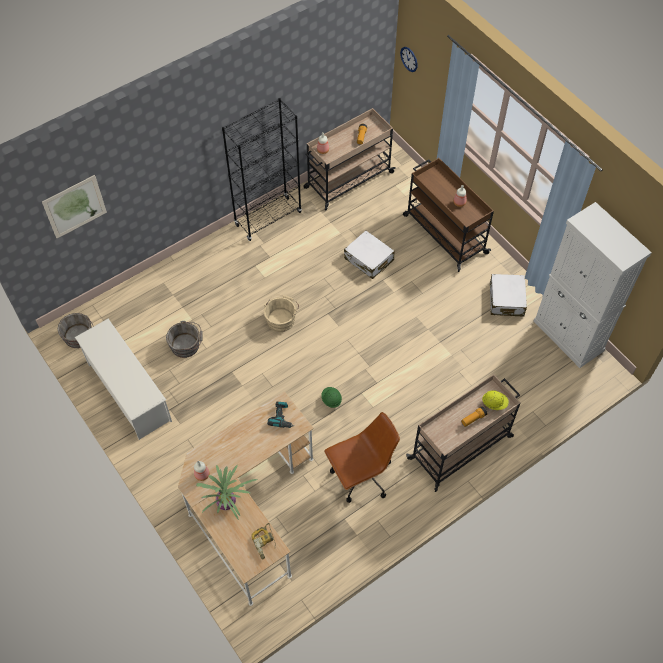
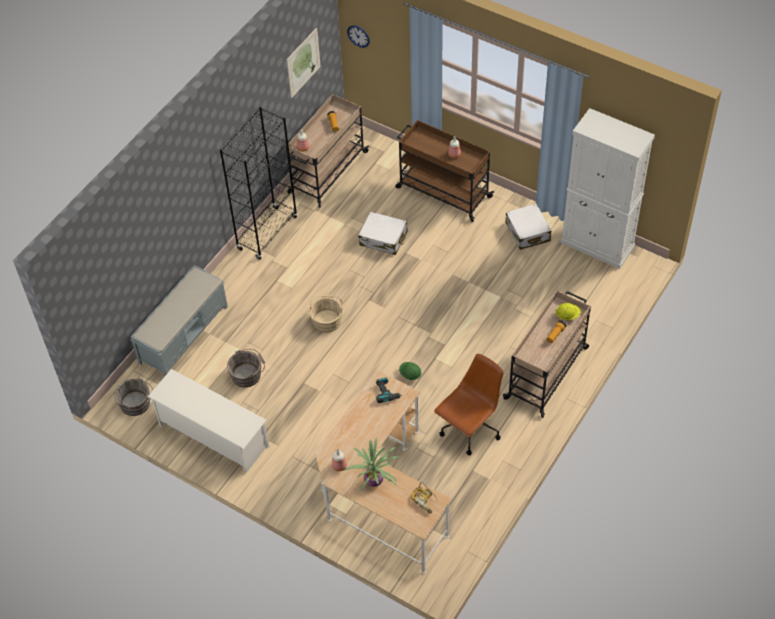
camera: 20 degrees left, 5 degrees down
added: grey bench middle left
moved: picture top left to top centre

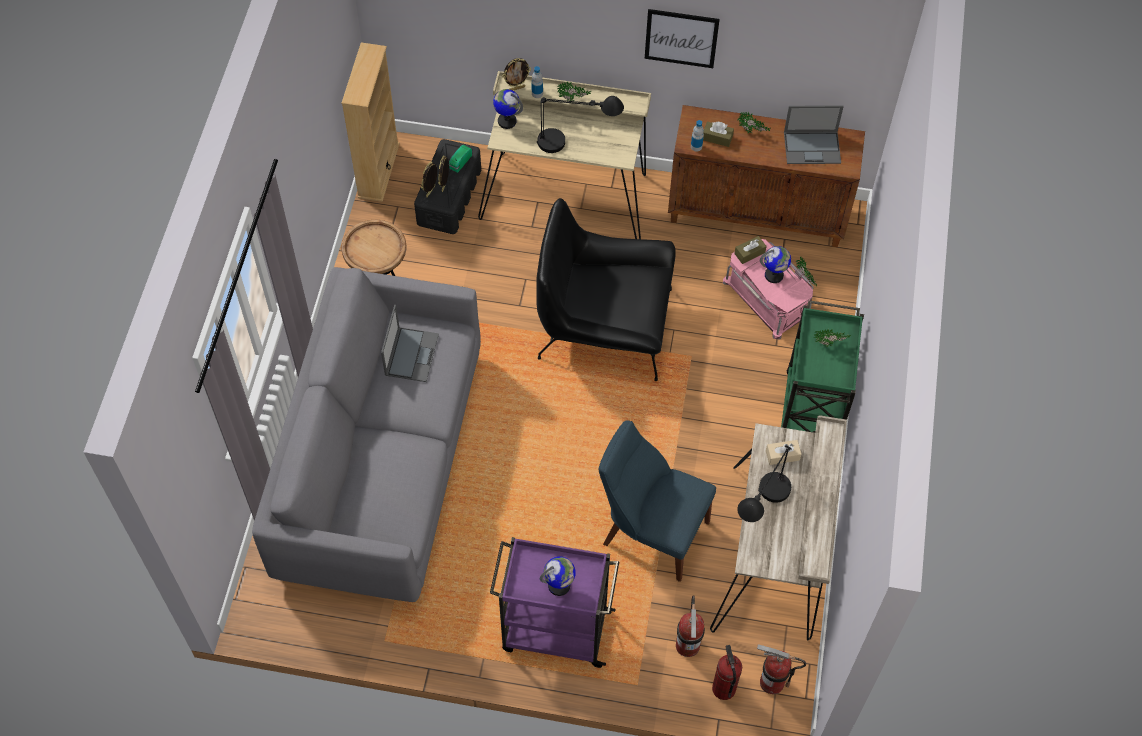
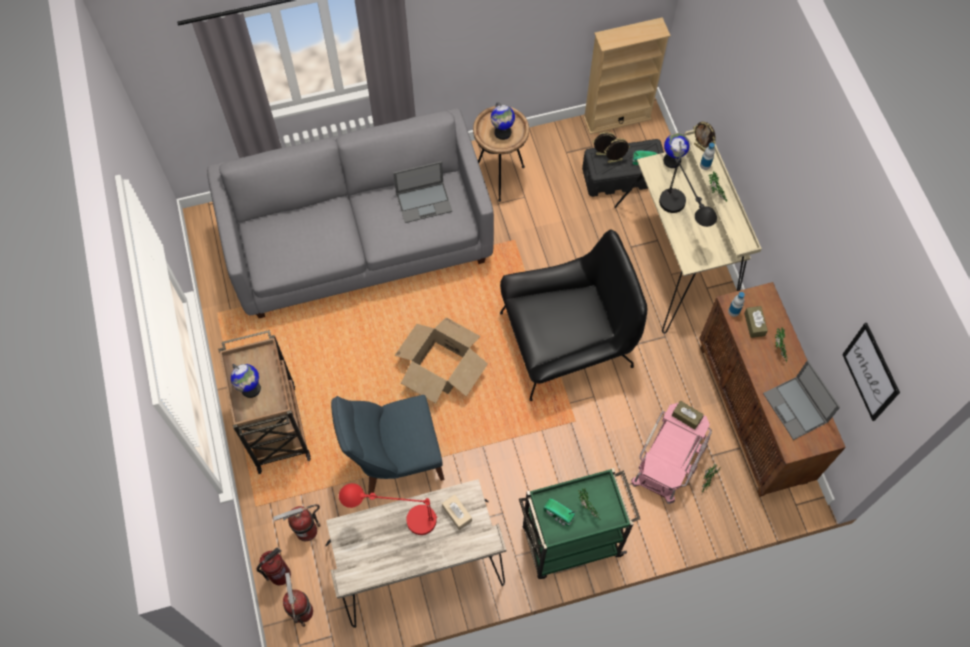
camera: 65 degrees right, 5 degrees up
added: cardboard box centre; radio (1st from left) bottom centre
moved: picture top centre to middle right; globe (3rd from left in the first image) middle right to globe (2nd from left) top centre
recoloured: purple cart bottom centre to brown cart middle left; black table lamp (2nd from left) middle right to red table lamp bottom centre
turned: black armchair centre = centre 90 degrees clockwise; blue chair bottom centre = bottom centre 105 degrees counterclockwise

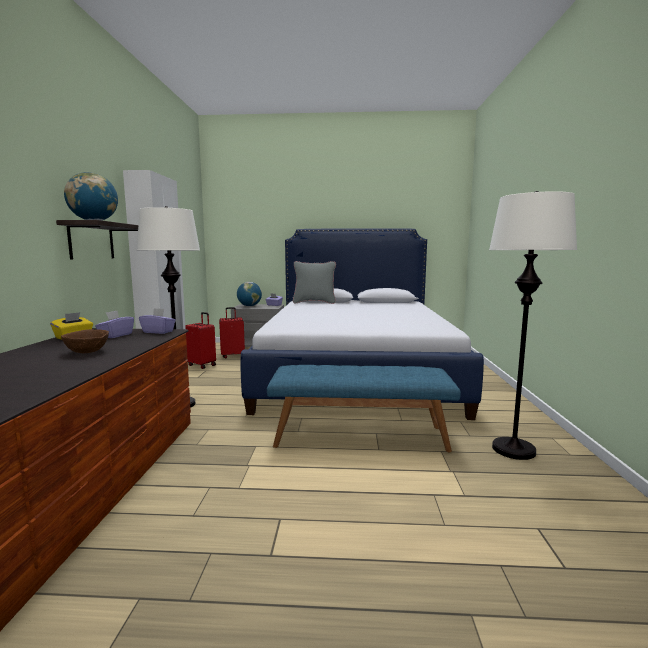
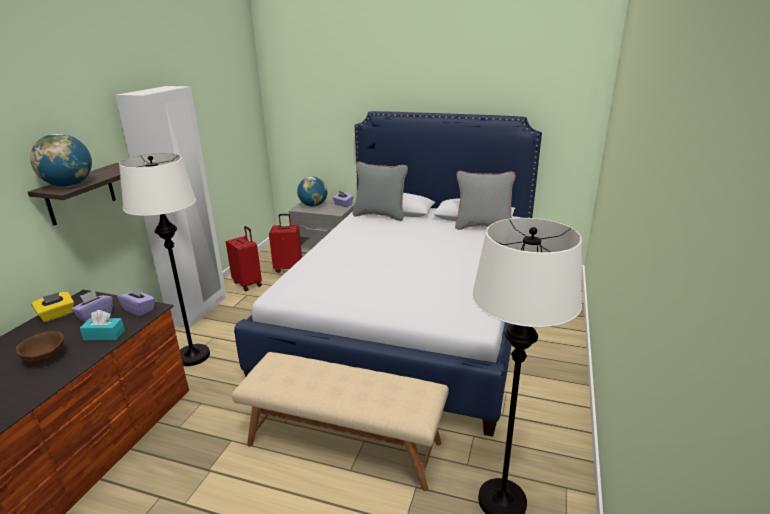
camera: 15 degrees right, 15 degrees up
added: turquoise tissue box middle left; grey pillow (2nd from left) centre
recoloured: blue bench centre to beige bench bottom centre

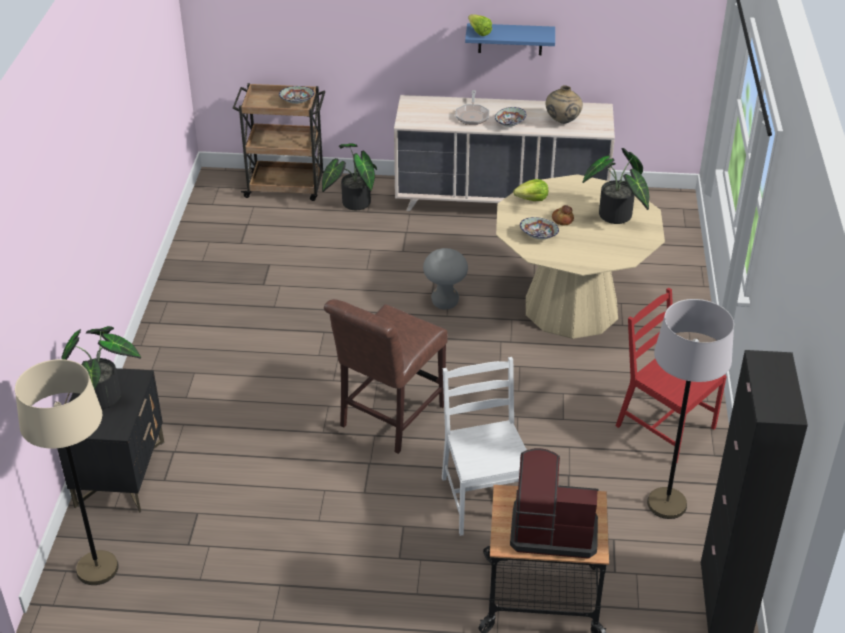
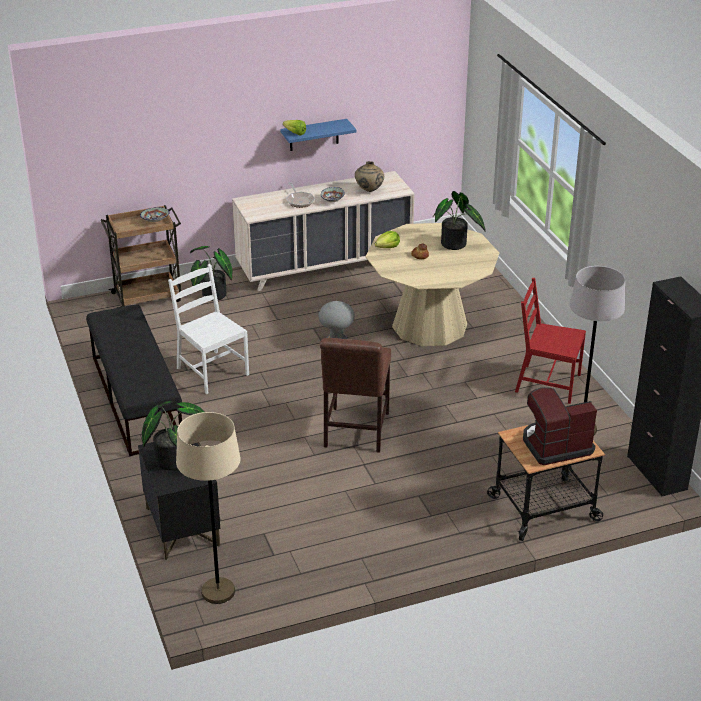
camera: 25 degrees left, 5 degrees down
removed: bowl (3rd from left) centre
added: black bench middle left
moved: white chair bottom centre to middle left

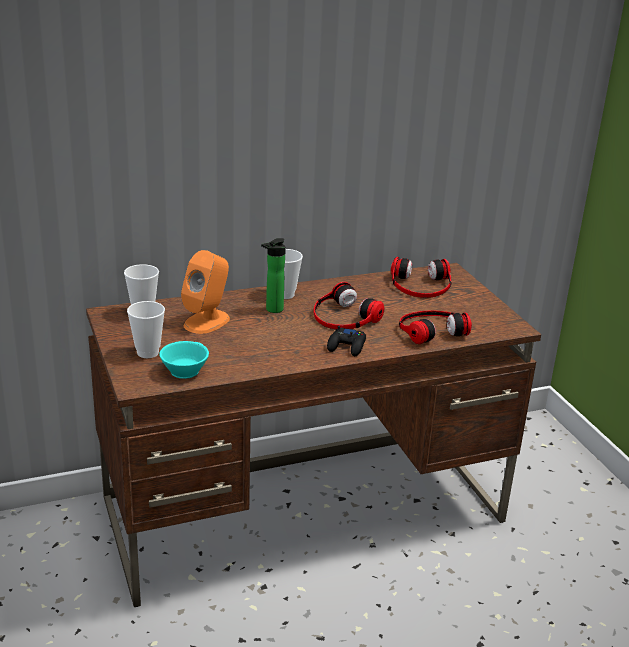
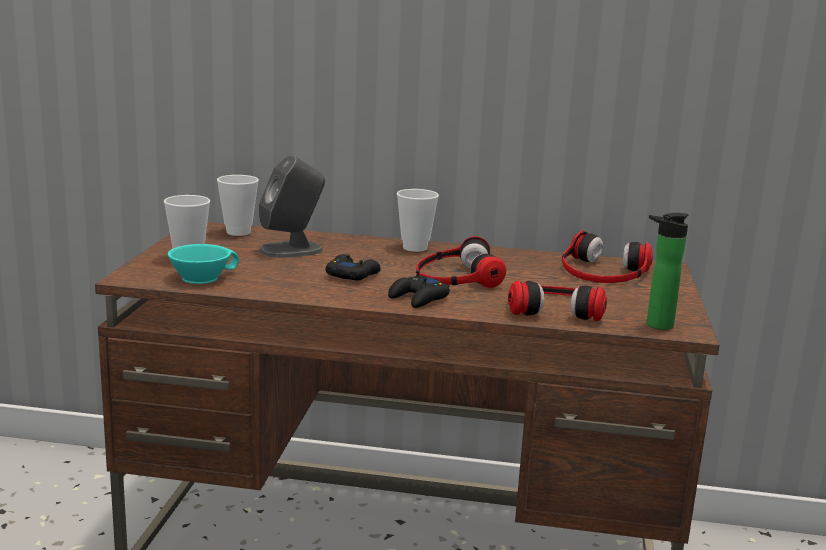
camera: 30 degrees right, 10 degrees down
added: black game controller (1st from left) centre
moved: bottle centre to middle right
recoloured: orange speaker middle left to grey speaker centre

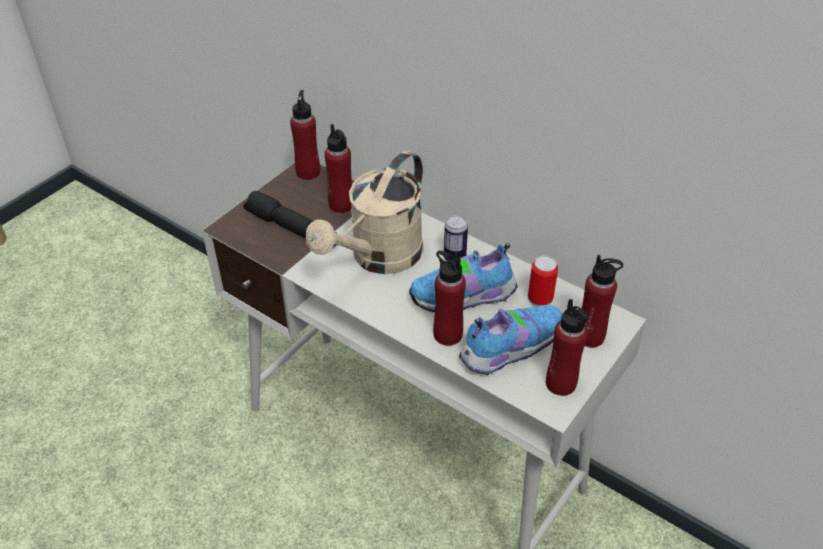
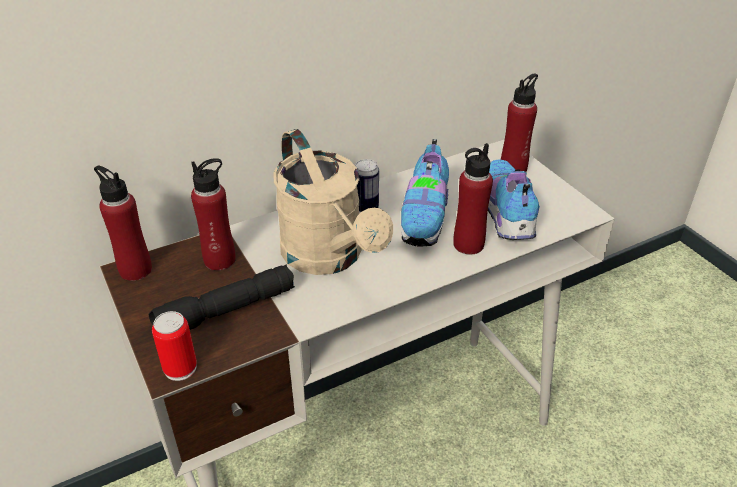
camera: 65 degrees left, 5 degrees down
removed: red bottle (4th from left) middle right
moved: can (2nd from left in the first image) centre to can (1st from left) bottom left

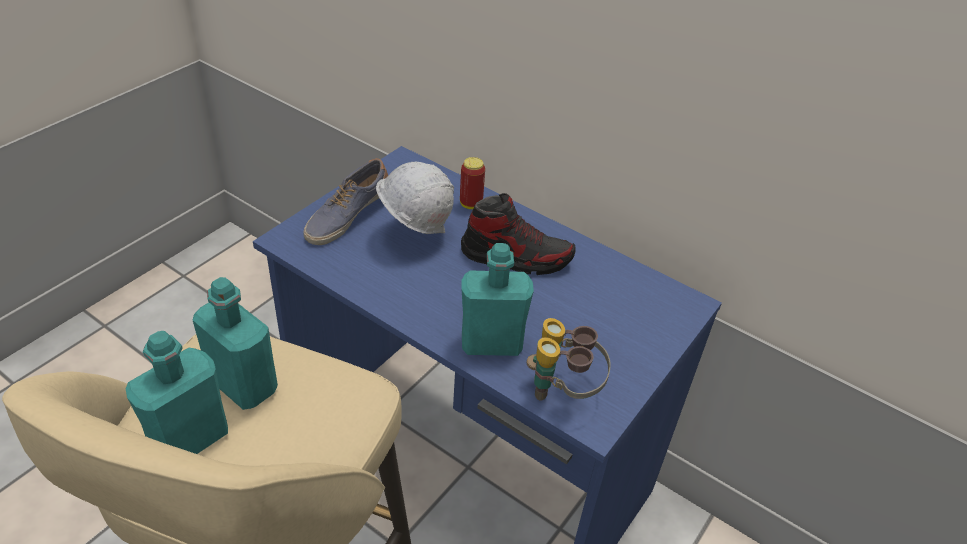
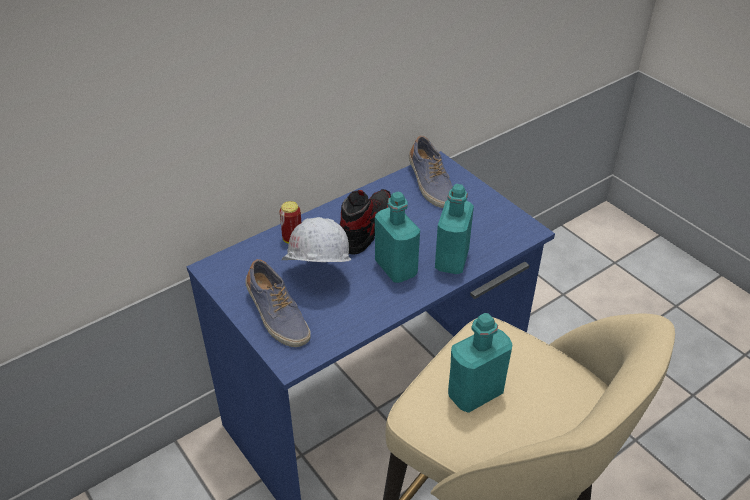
camera: 70 degrees left, 0 degrees up
removed: binoculars centre
added: shoe (3rd from left) centre
moved: turquoise bottle (1st from left) bottom left to centre

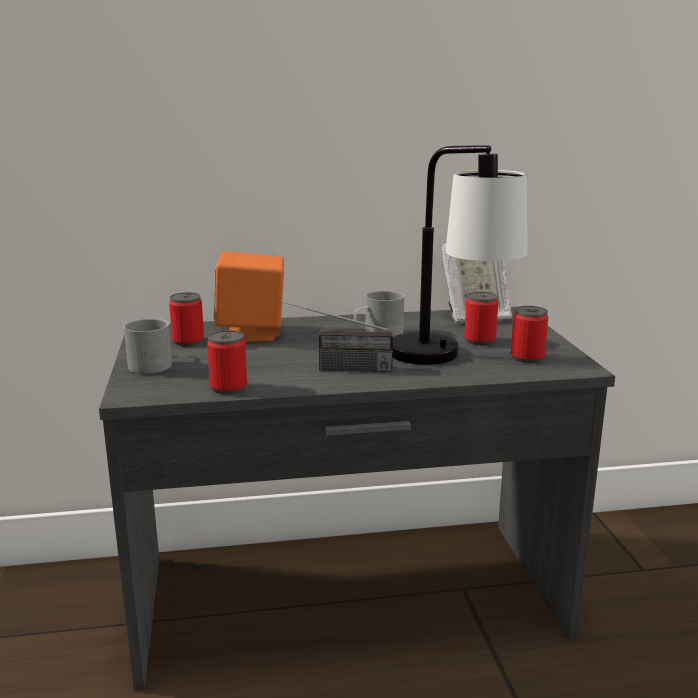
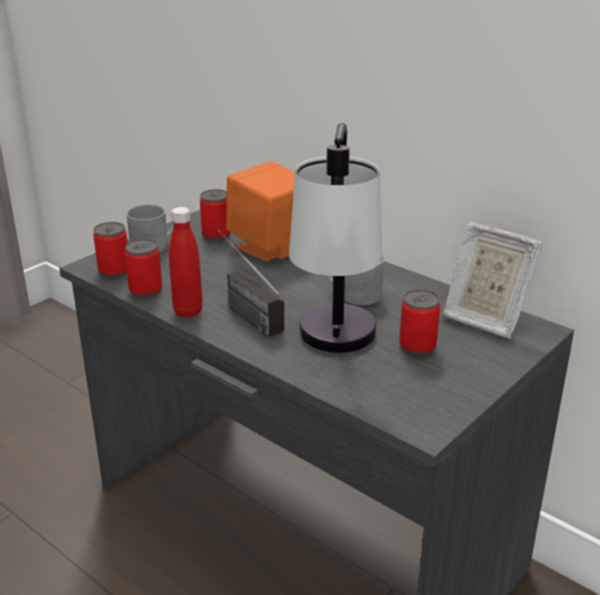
camera: 50 degrees right, 10 degrees up
added: red bottle middle left
moved: can (4th from left in the first image) middle right to can (1st from left) middle left

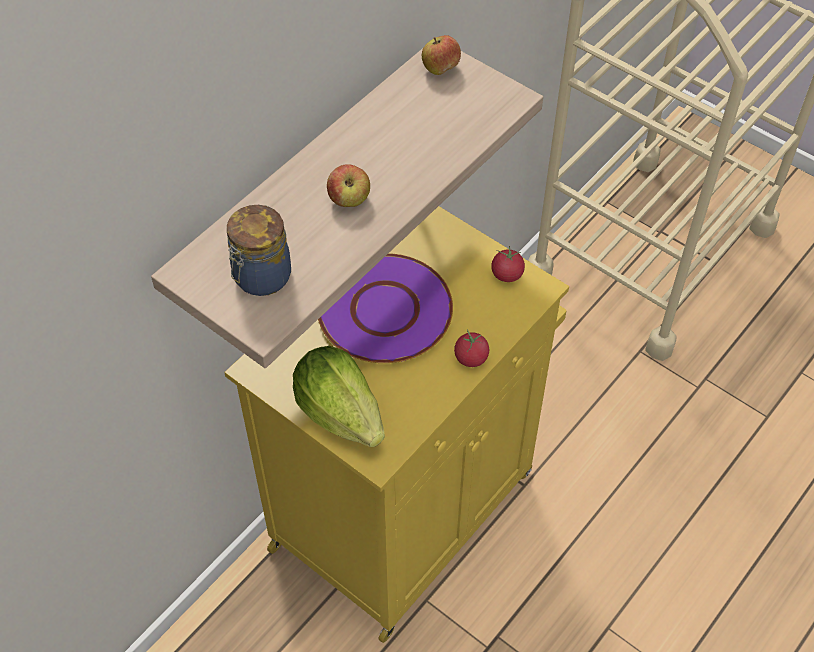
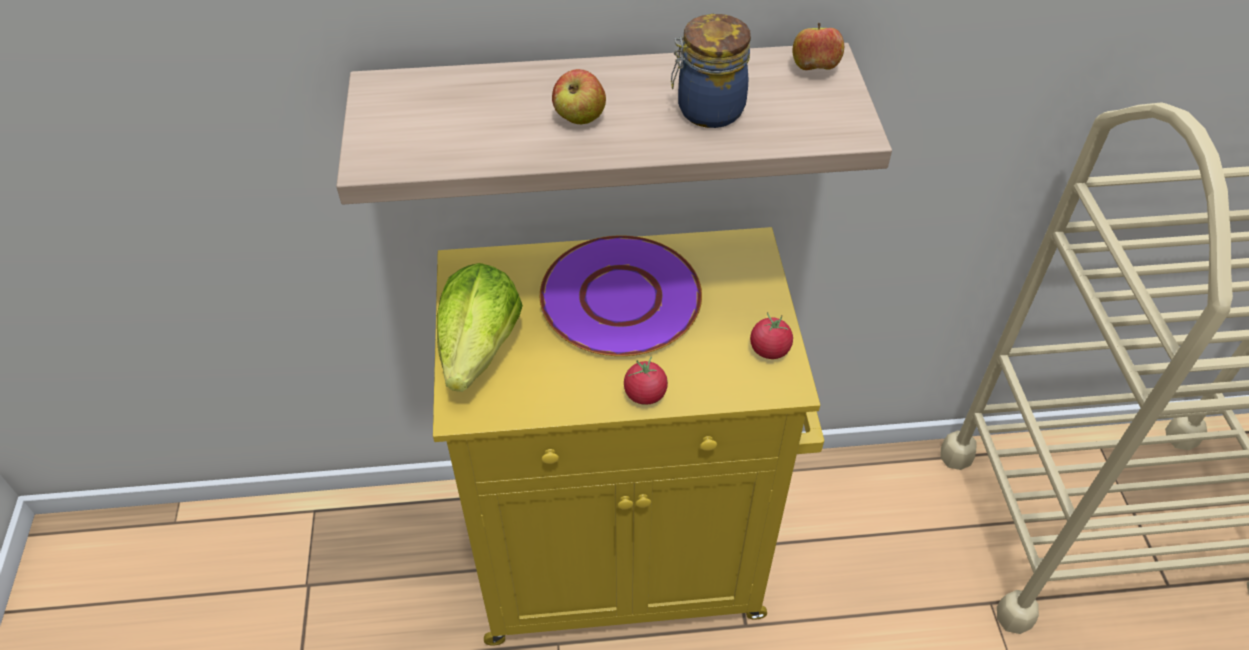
camera: 45 degrees right, 5 degrees down
moved: jar middle left to top centre

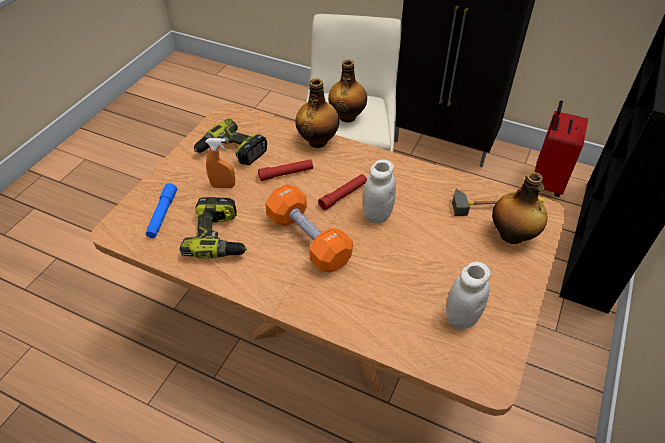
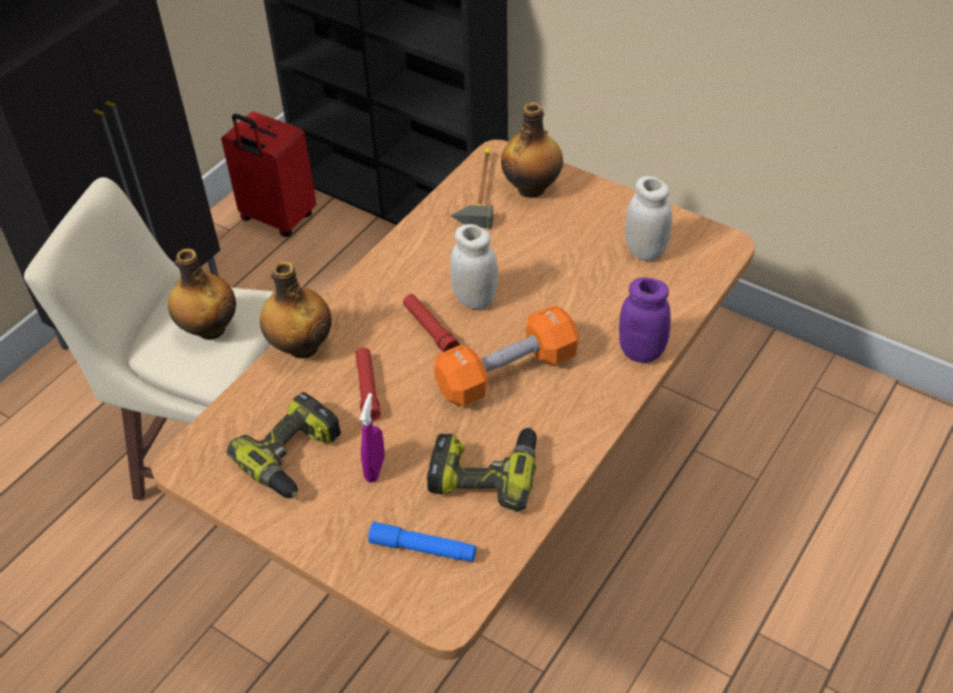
camera: 80 degrees left, 0 degrees up
added: purple jar middle right
recoloured: orange spray bottle middle left to purple spray bottle centre

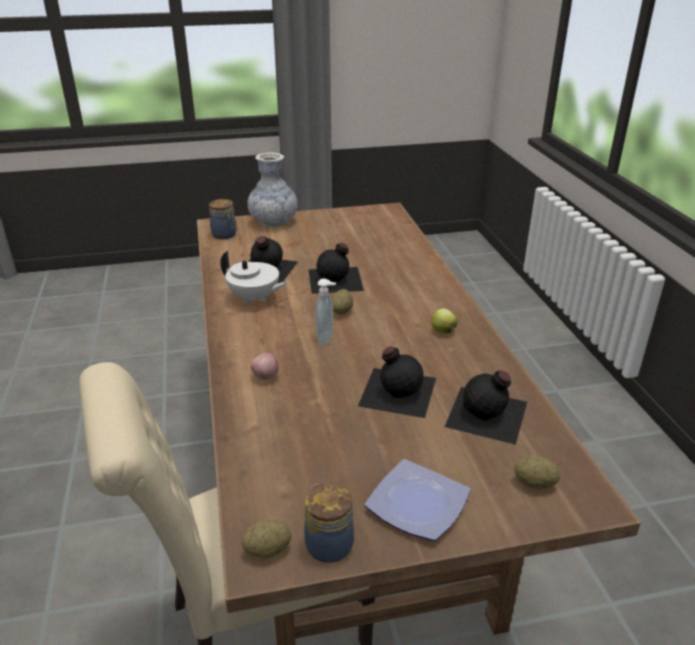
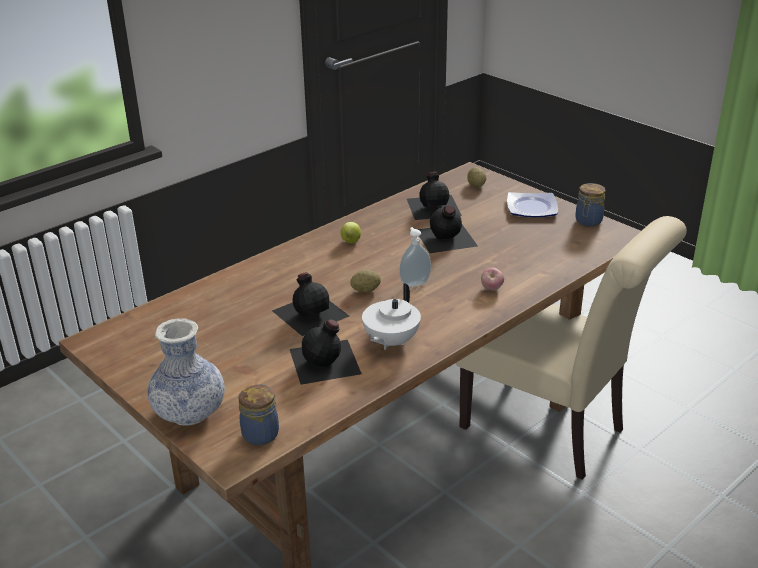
camera: 120 degrees left, 0 degrees up
removed: potato (1st from left) bottom centre
turned: white teapot centre = centre 150 degrees counterclockwise

